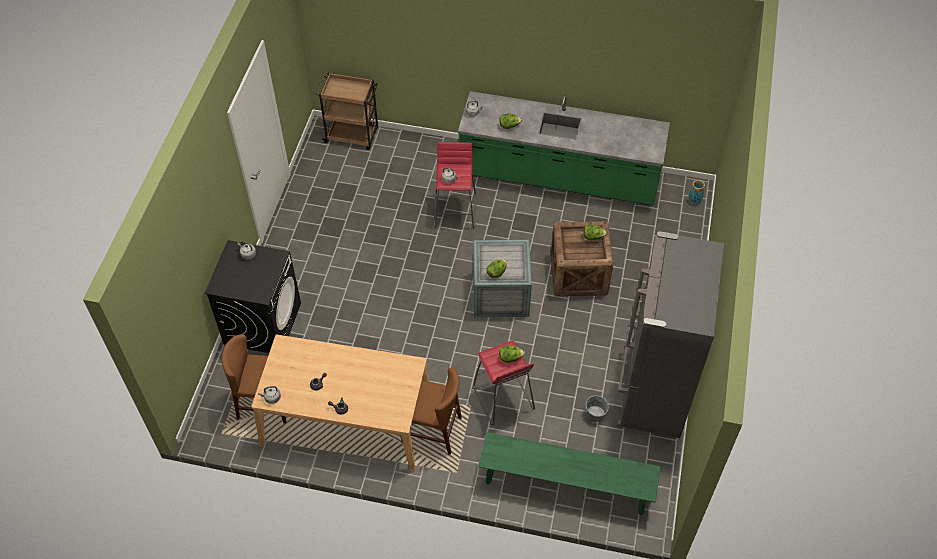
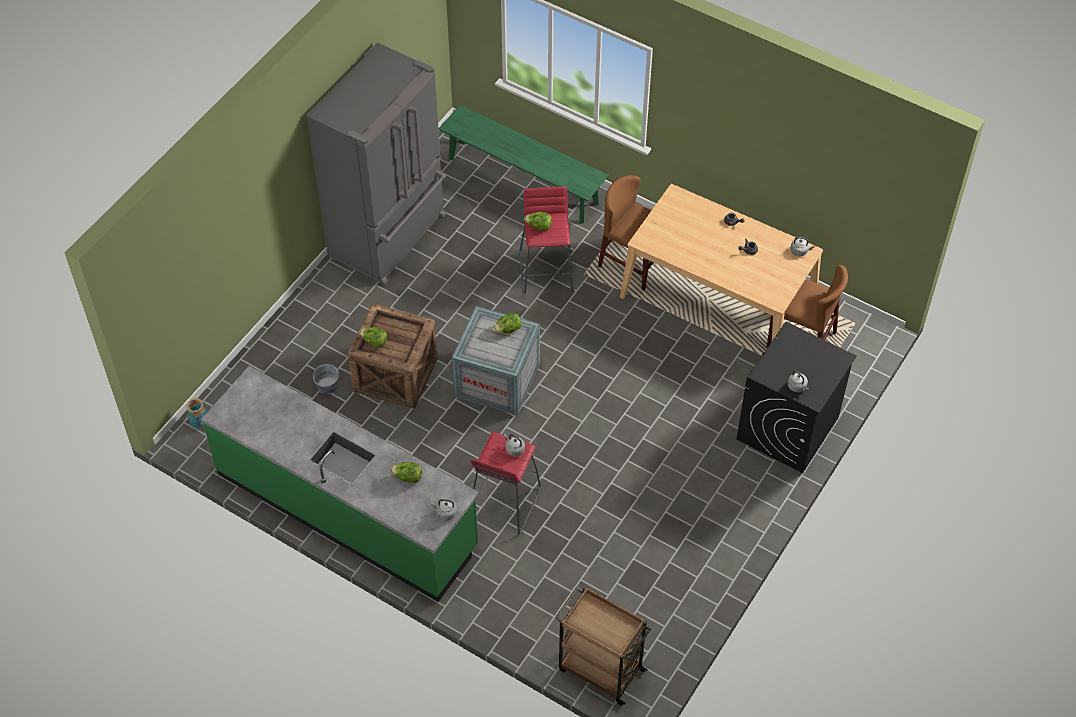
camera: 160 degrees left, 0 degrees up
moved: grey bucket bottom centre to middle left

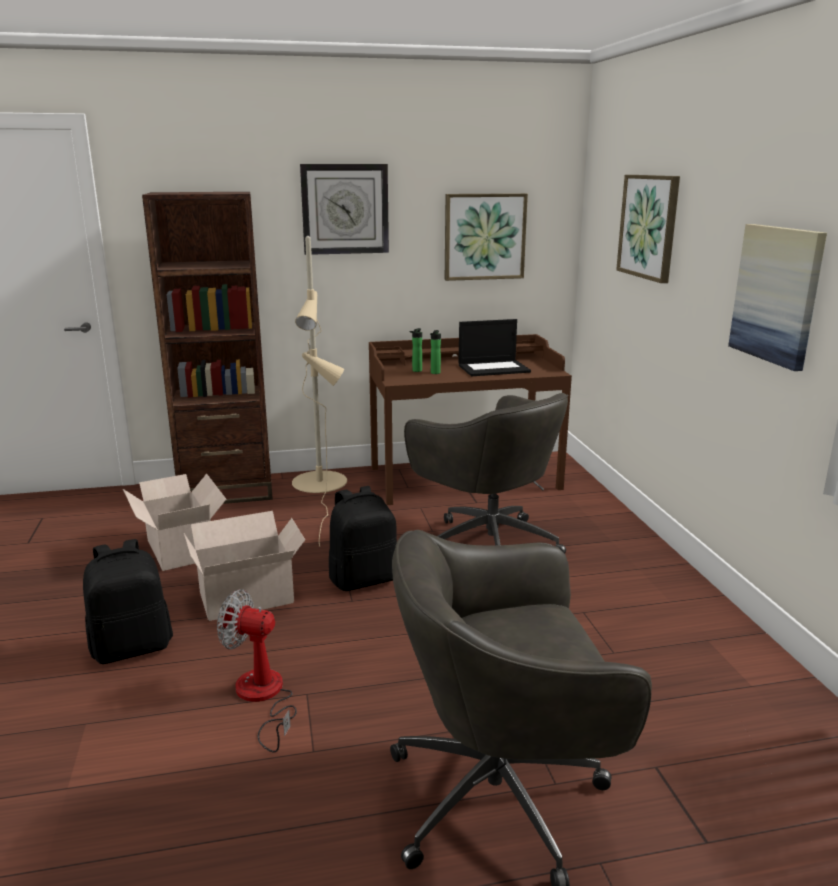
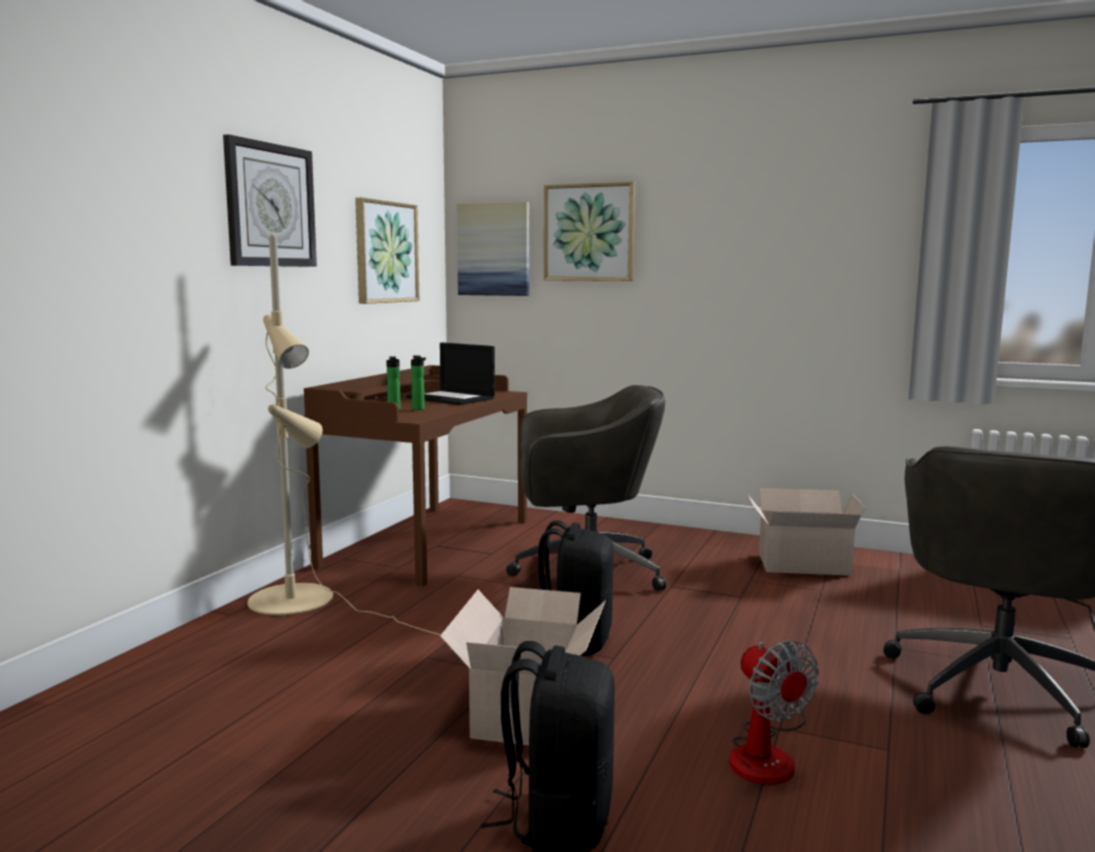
camera: 55 degrees left, 10 degrees down
removed: brown bookcase middle left
moved: cardboard box (1st from left in the first image) middle left to cardboard box (2nd from left) middle right; picture (3rd from left in the first image) middle right to picture (2nd from left) top centre
turned: fan bottom left = bottom right 75 degrees counterclockwise; laptop centre = centre 105 degrees clockwise

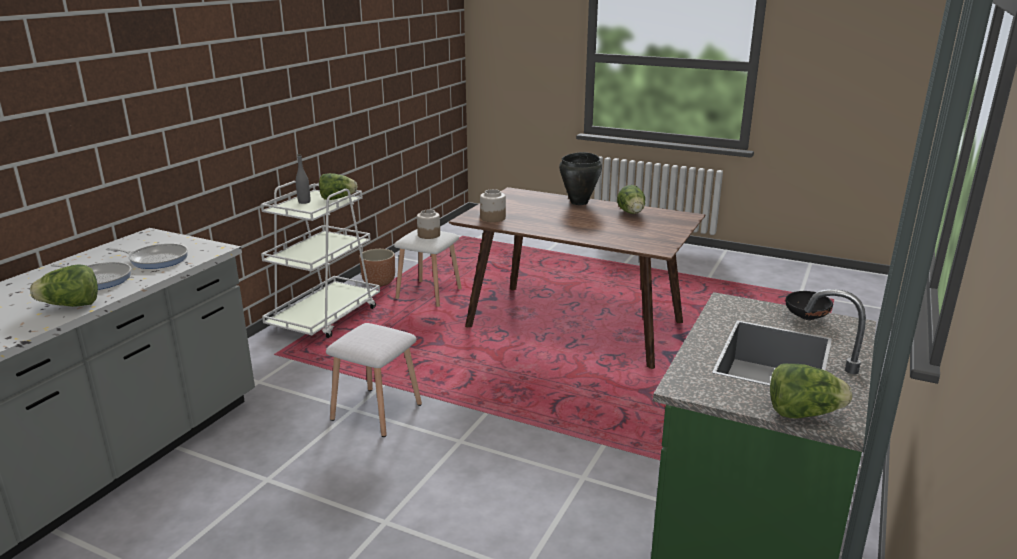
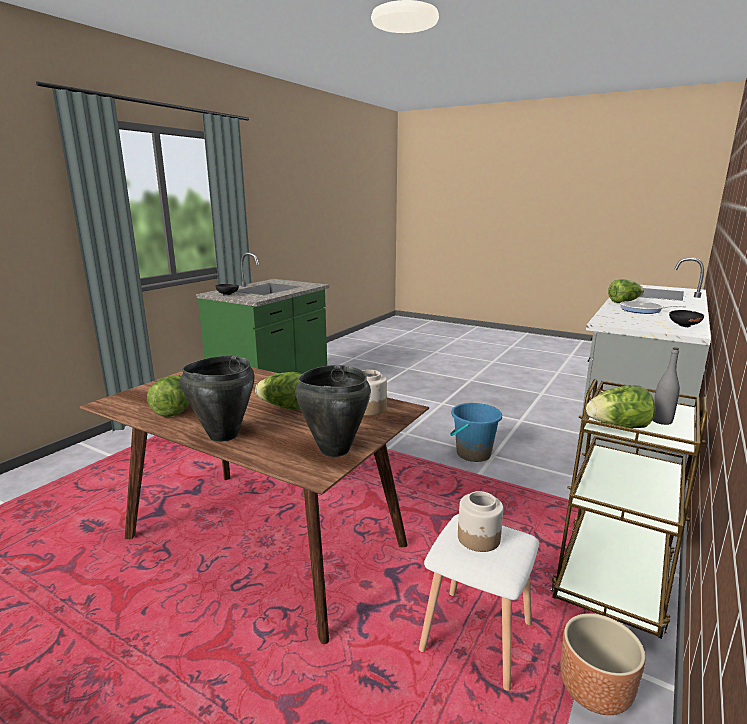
camera: 175 degrees left, 5 degrees down
removed: frying pan (2nd from left) middle left
added: black cooking pot (2nd from left) centre; black bowl (2nd from left) middle right
moved: lettuce (4th from left in the first image) bottom right to lettuce (2nd from left) centre
replaced: white stool (1st from left) bottom centre to blue bucket centre
recoloured: white cart middle left to brown cart bottom right

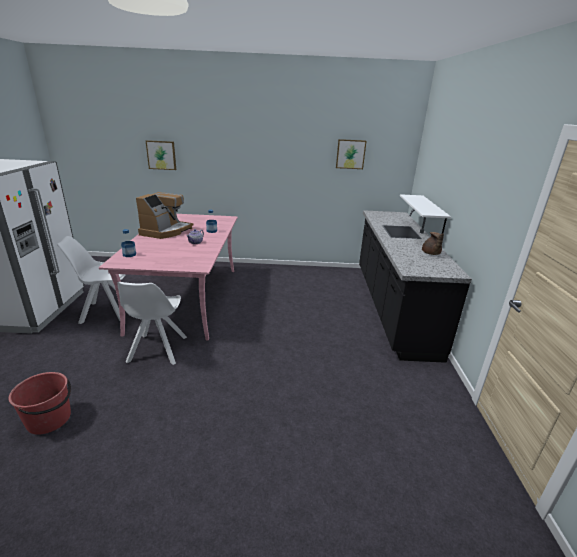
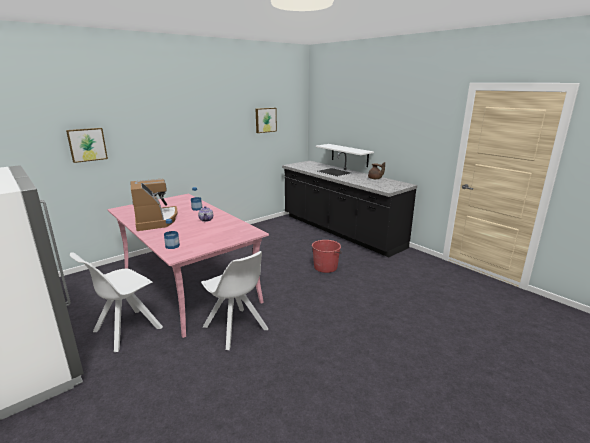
camera: 40 degrees left, 5 degrees down
moved: red bucket bottom left to centre

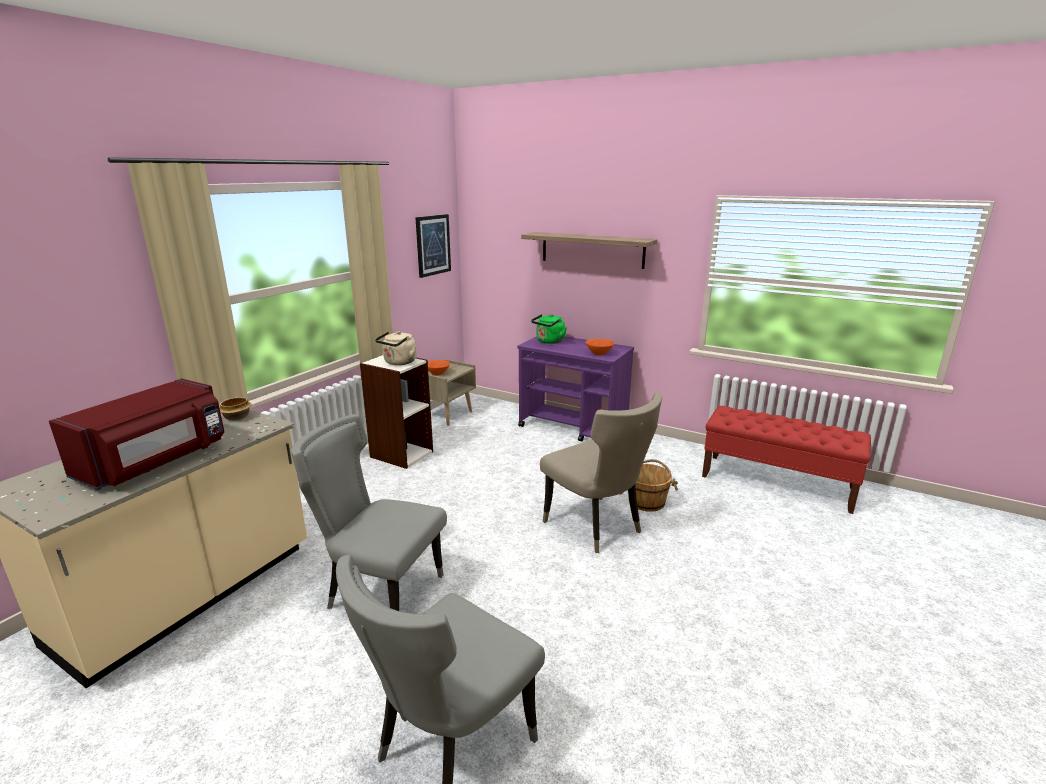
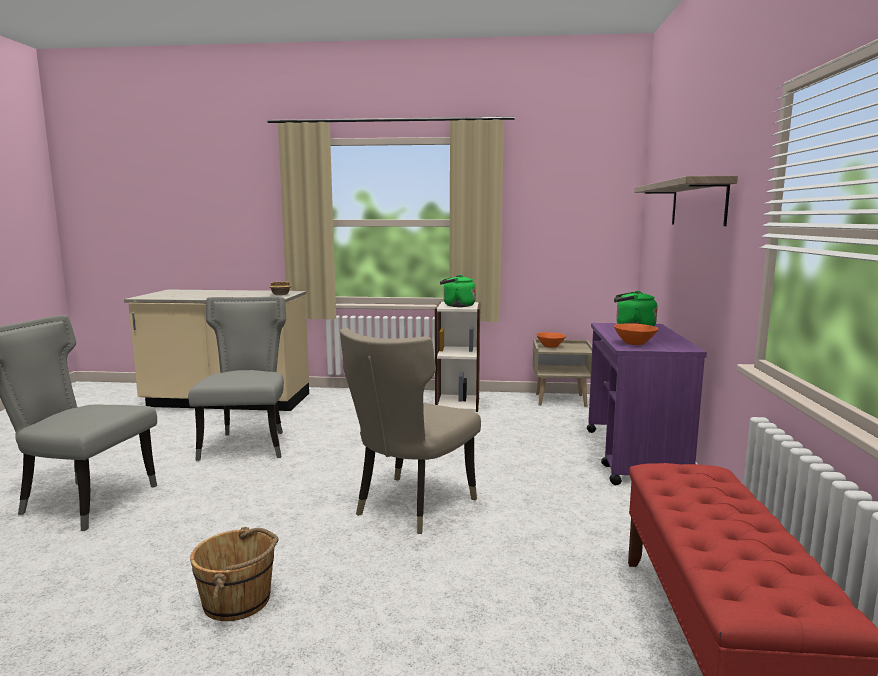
camera: 65 degrees right, 10 degrees down
removed: red microwave middle left; picture top centre
moved: brown bucket centre to bottom left
recoloured: beige kettle centre to green kettle (1st from left) centre

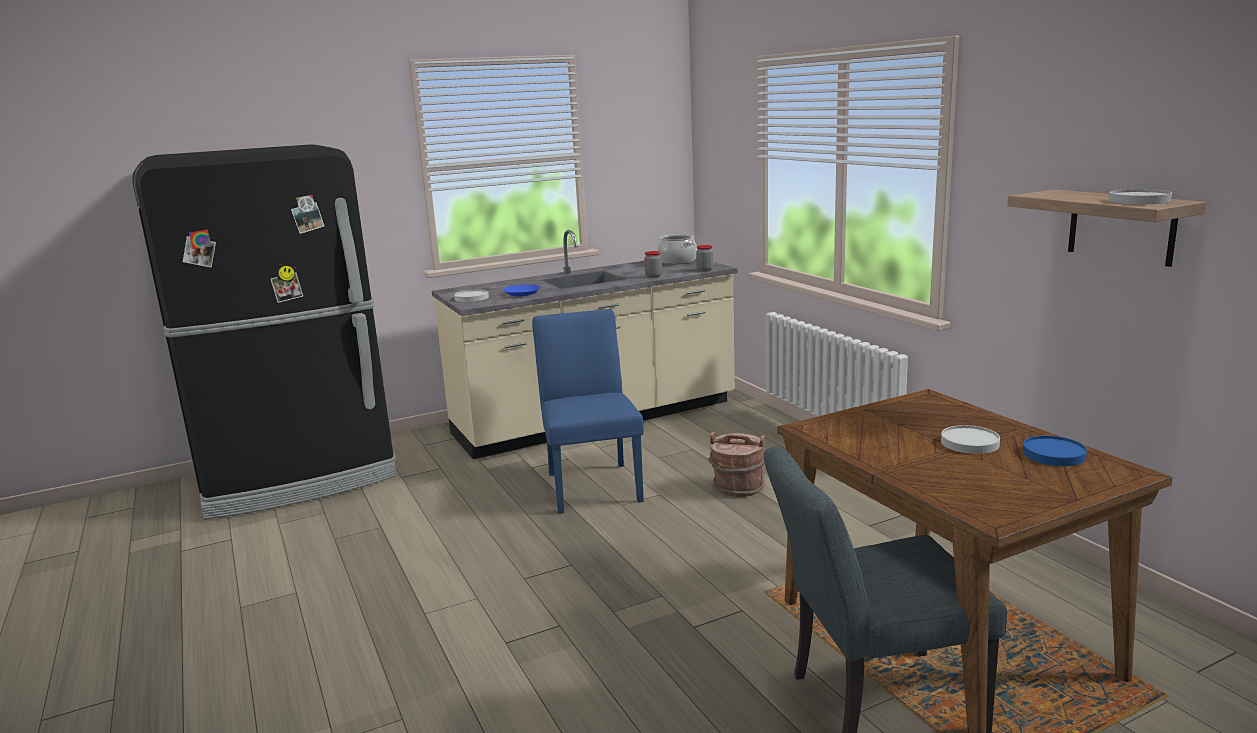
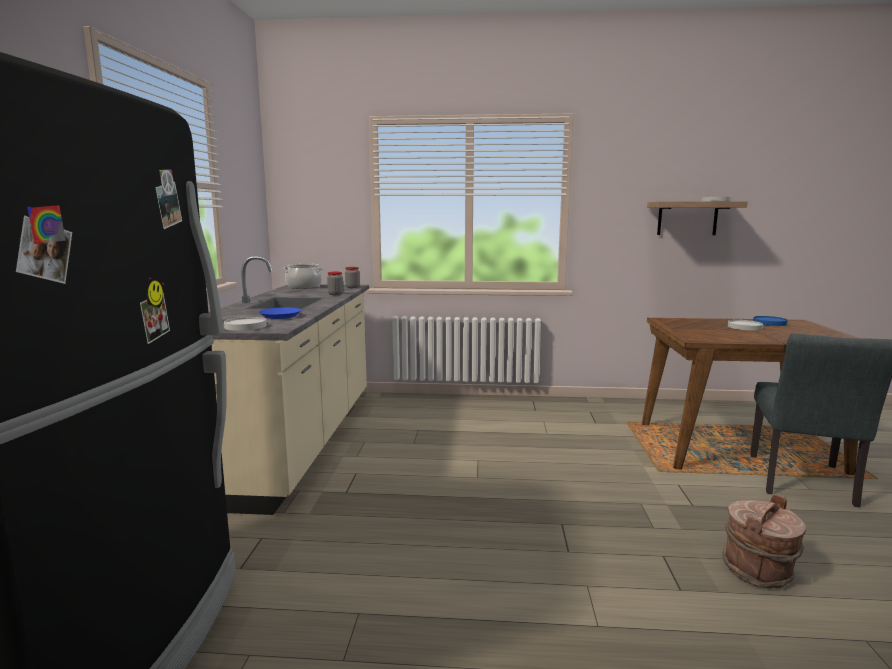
camera: 60 degrees left, 5 degrees down
removed: blue chair centre
moved: brown bucket centre to bottom right

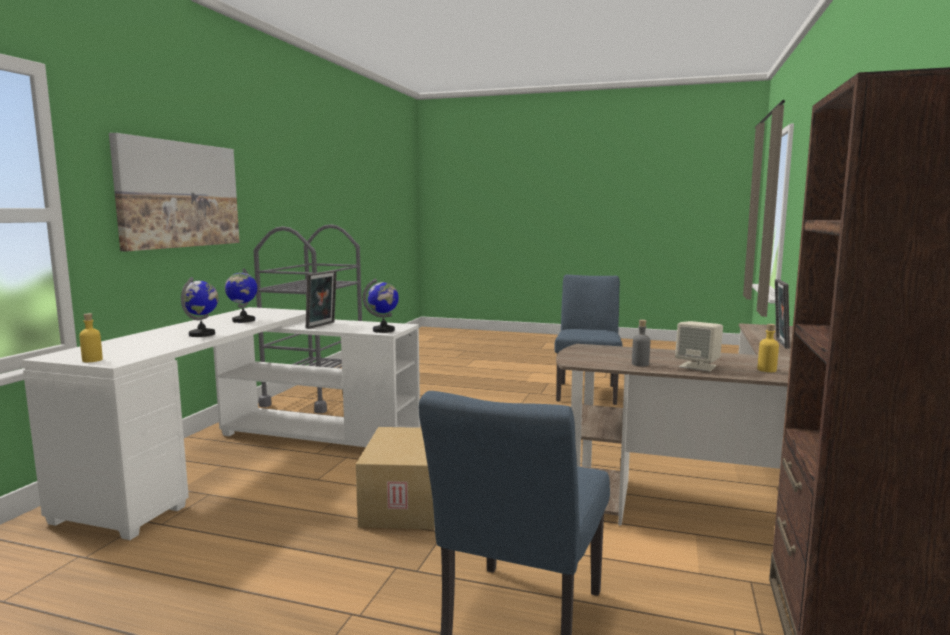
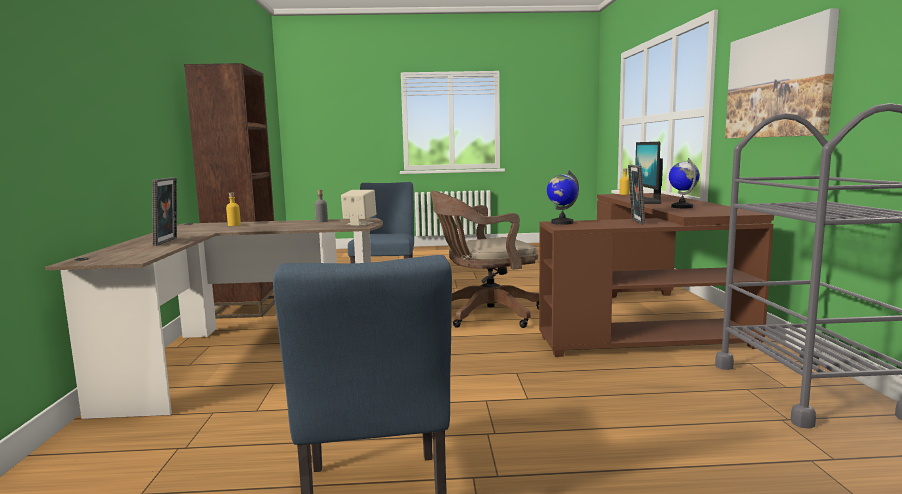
camera: 160 degrees right, 0 degrees up
moved: beige speaker middle right to centre
replaced: globe (1st from left) middle left to monitor middle right; cardboard box bottom centre to brown office chair centre
recoloured: white desk middle left to brown desk (2nd from left) middle right

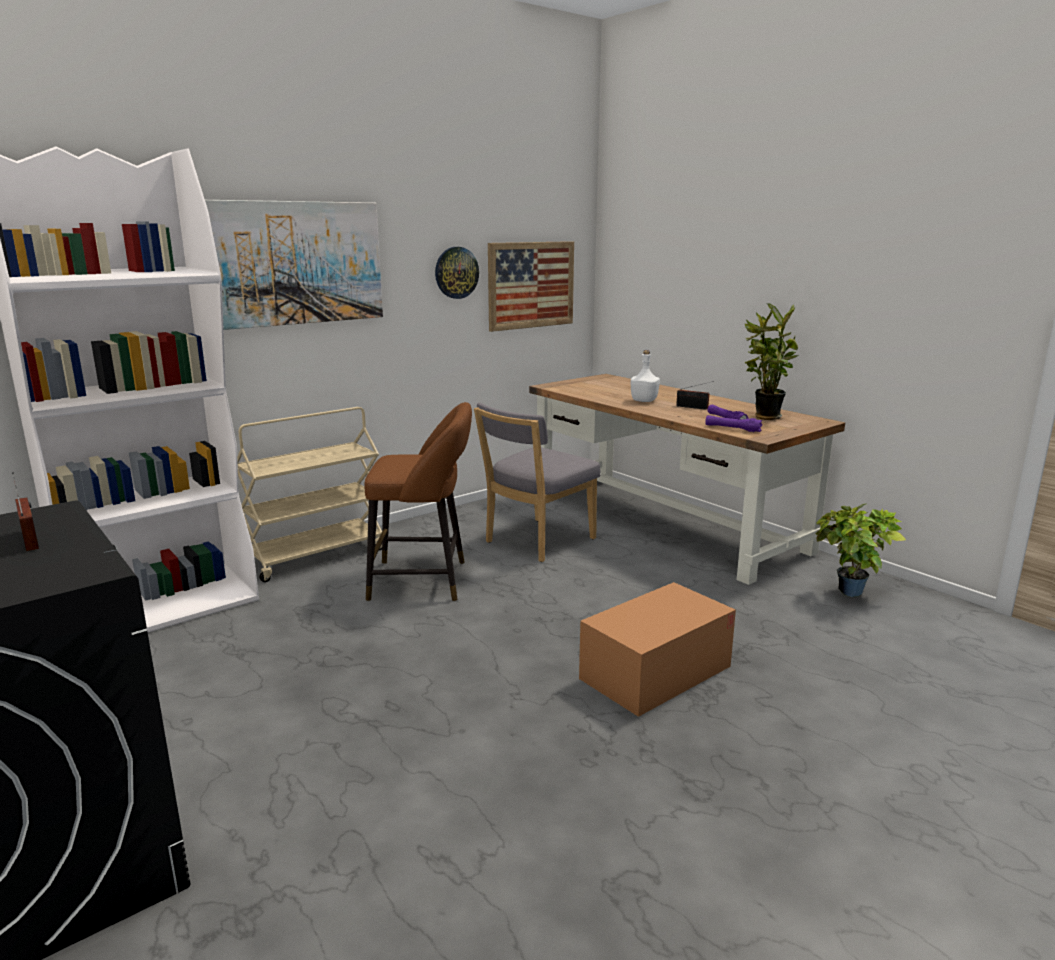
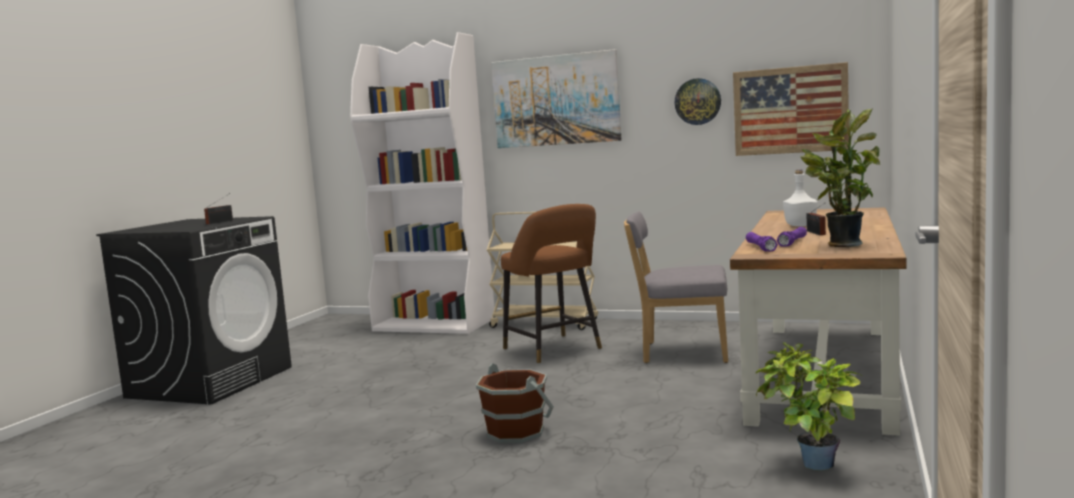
camera: 60 degrees right, 10 degrees down
replaced: cardboard box bottom centre to brown bucket bottom centre

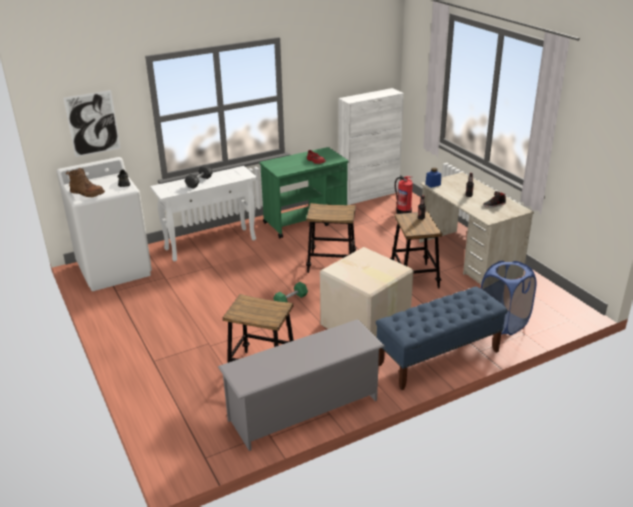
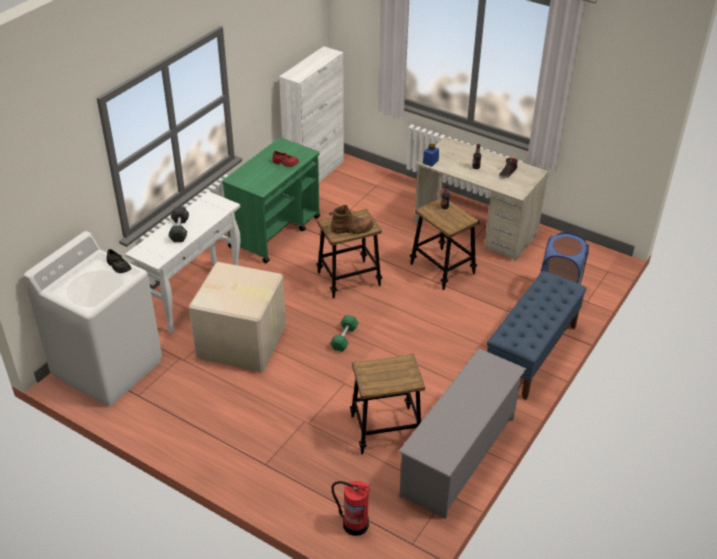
camera: 30 degrees left, 10 degrees up
removed: picture top left
moved: brown boot middle left to centre; cardboard box centre to middle left; fire extinguisher centre to bottom centre

